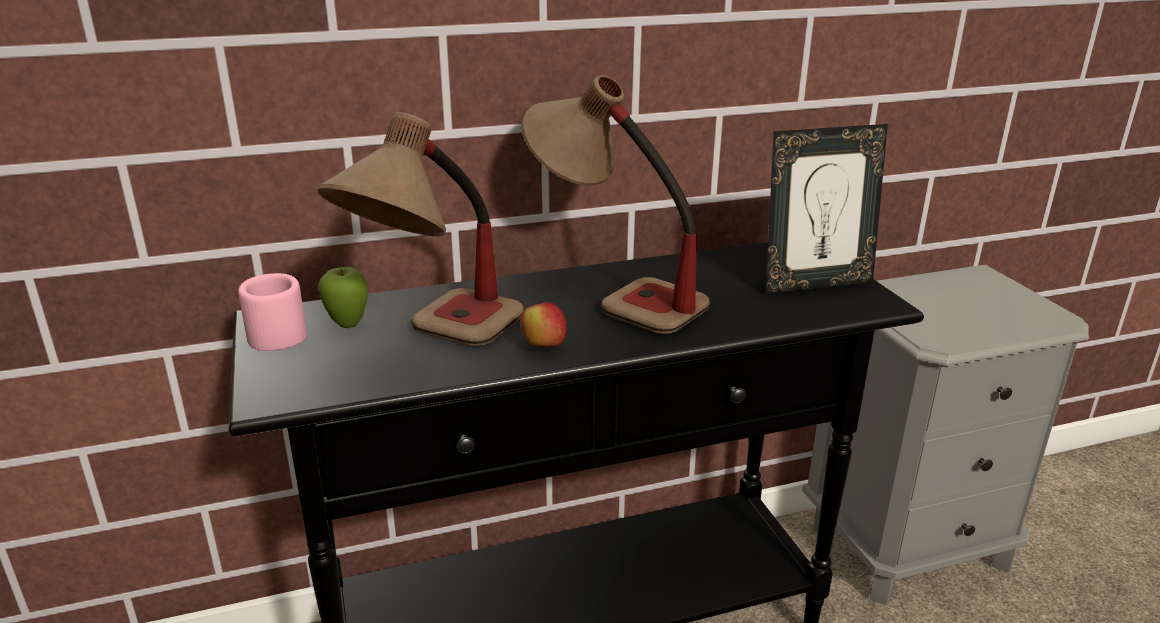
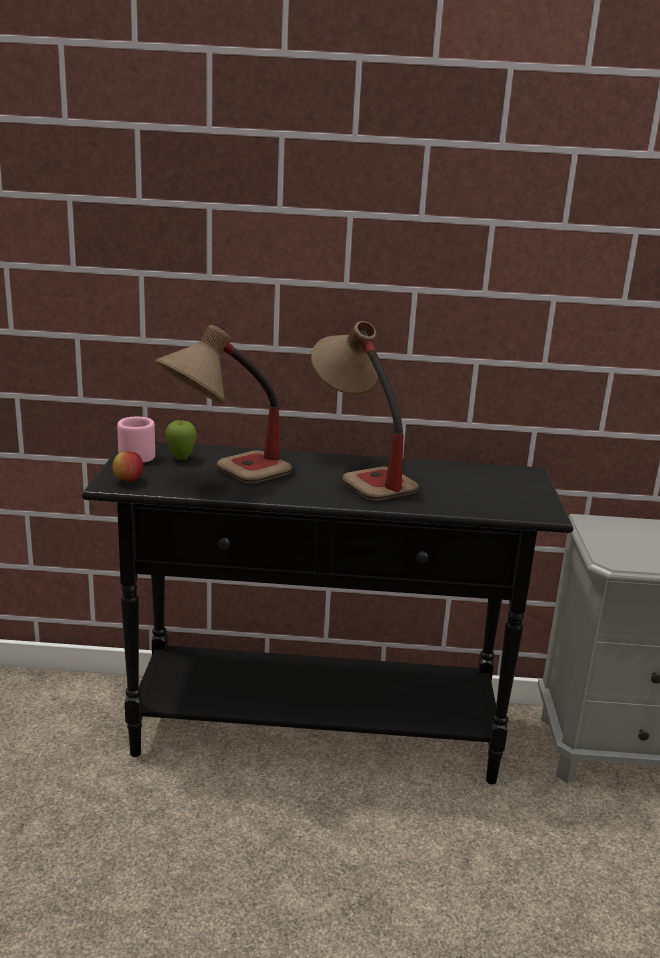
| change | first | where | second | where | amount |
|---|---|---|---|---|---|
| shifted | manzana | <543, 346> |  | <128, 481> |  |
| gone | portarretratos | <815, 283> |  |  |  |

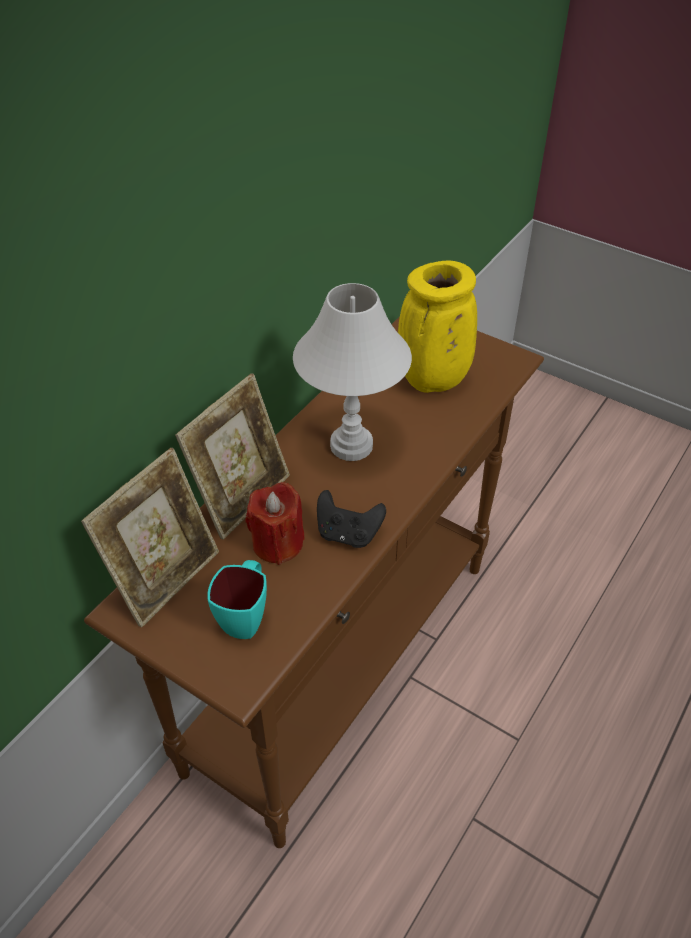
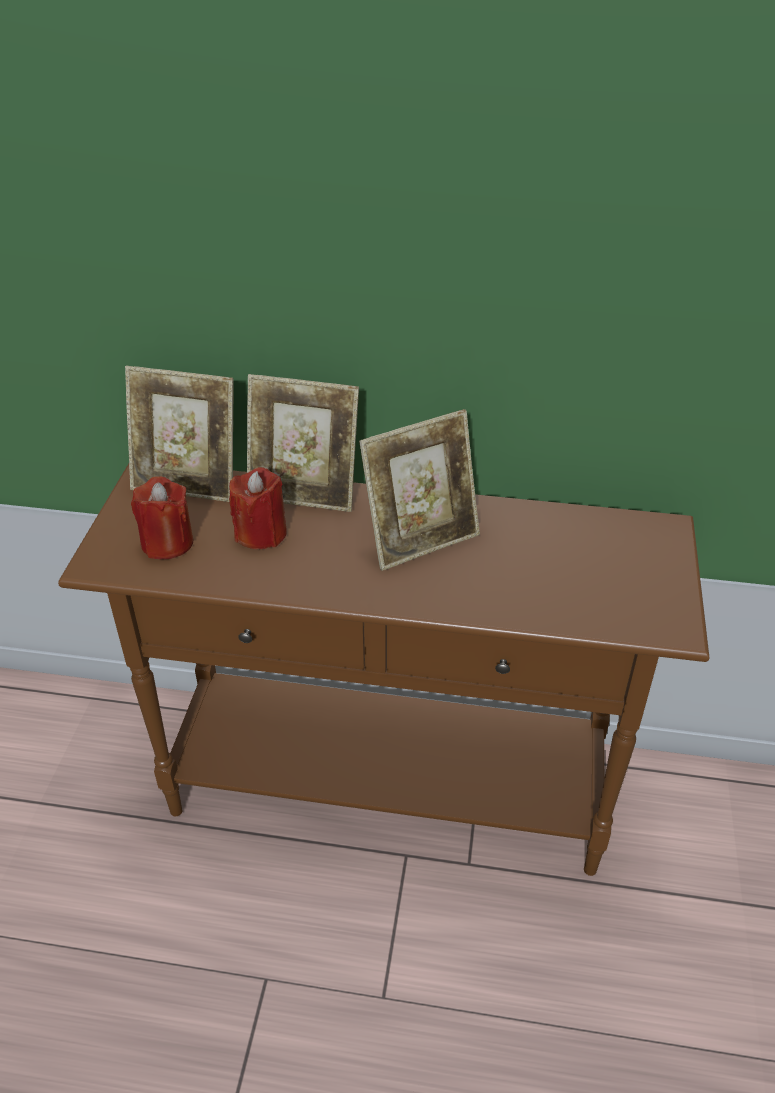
| change | first | where | second | where | amount |
|---|---|---|---|---|---|
| swapped | taza grande/turquesa | <246, 617> | vela/rojo | <167, 543> |  |
| swapped | lámpara de mesa/blanco | <352, 446> | portarretratos | <421, 540> |  |
| gone | mando de consola/negro | <348, 534> |  |  |  |
| gone | florero/amarillo | <432, 382> |  |  |  |

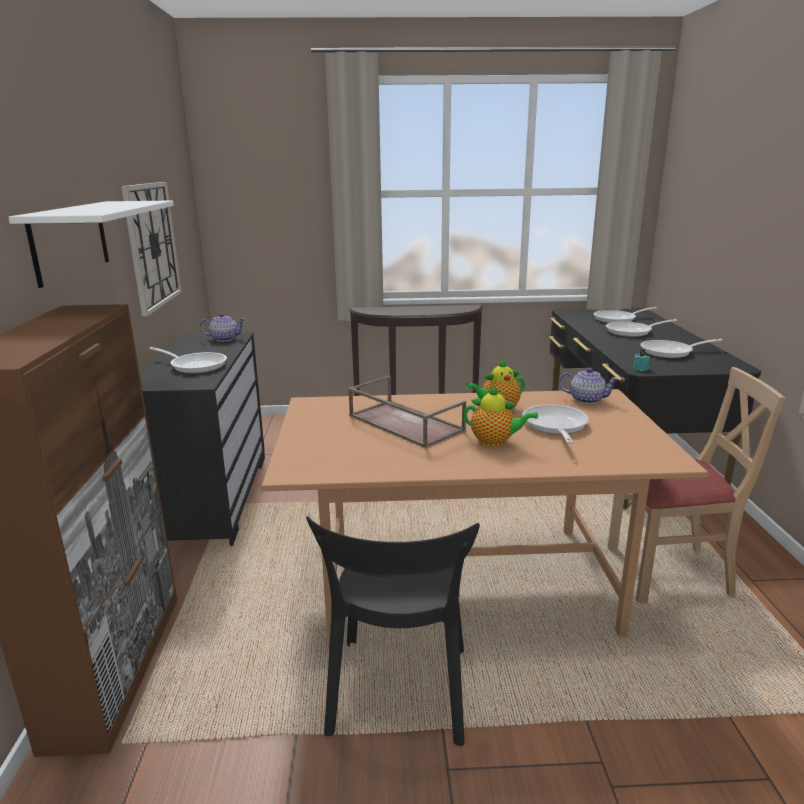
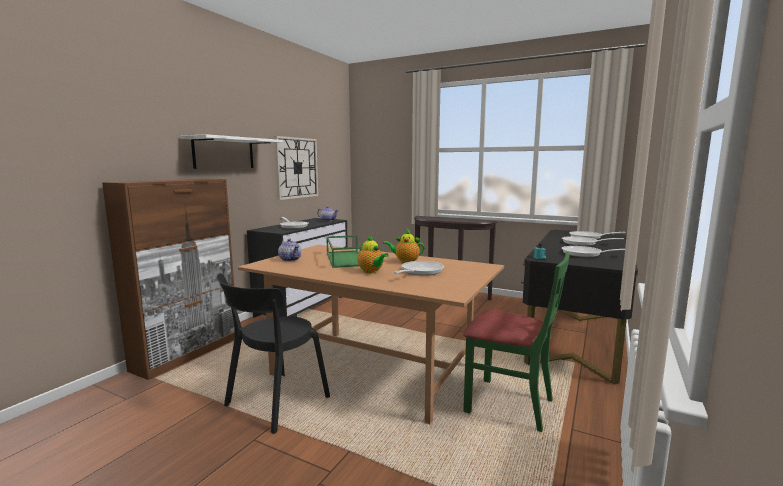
| change | first | where | second | where | amount |
|---|---|---|---|---|---|
| shifted | tetera | <586, 399> |  | <290, 259> |  |
| repainted | bandeja/marrón | <404, 423> | bandeja/verde | <345, 259> |  |
| repainted | silla/beis | <668, 573> | silla/verde | <509, 405> |  |

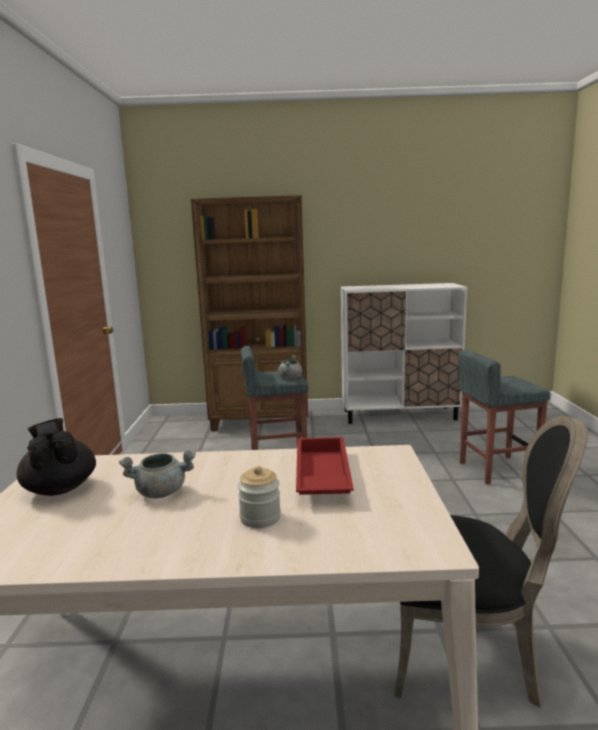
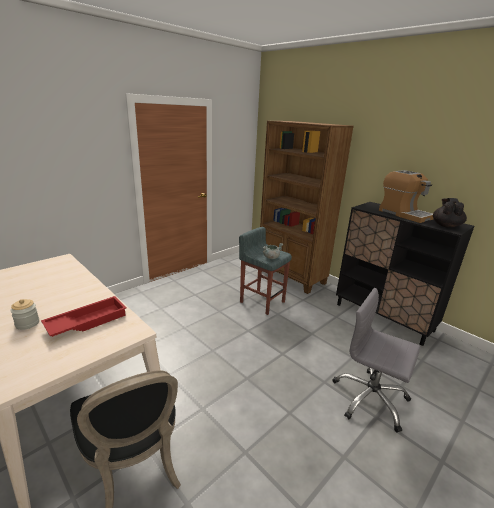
| change | first | where | second | where | amount |
|---|---|---|---|---|---|
| swapped | taburete/gris | <496, 470> | silla de oficina/gris | <370, 399> |  |
| repainted | armario/blanco | <399, 415> | armario/negro | <383, 317> |  |
| new |  |  | cafetera | <404, 214> |  |
| shifted | tetera/negro | <60, 488> |  | <446, 225> |  |
| gone | olla/gris | <161, 492> |  |  |  |

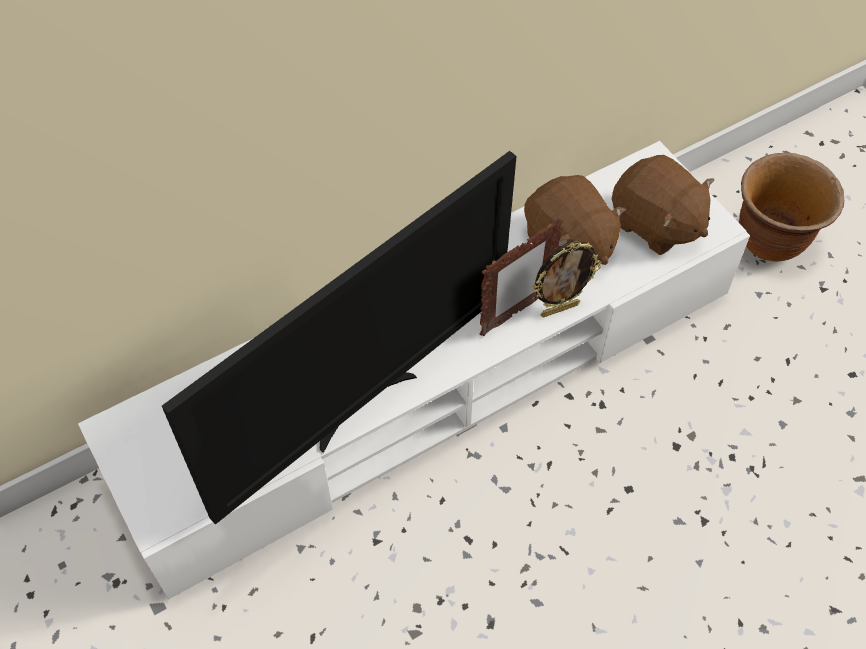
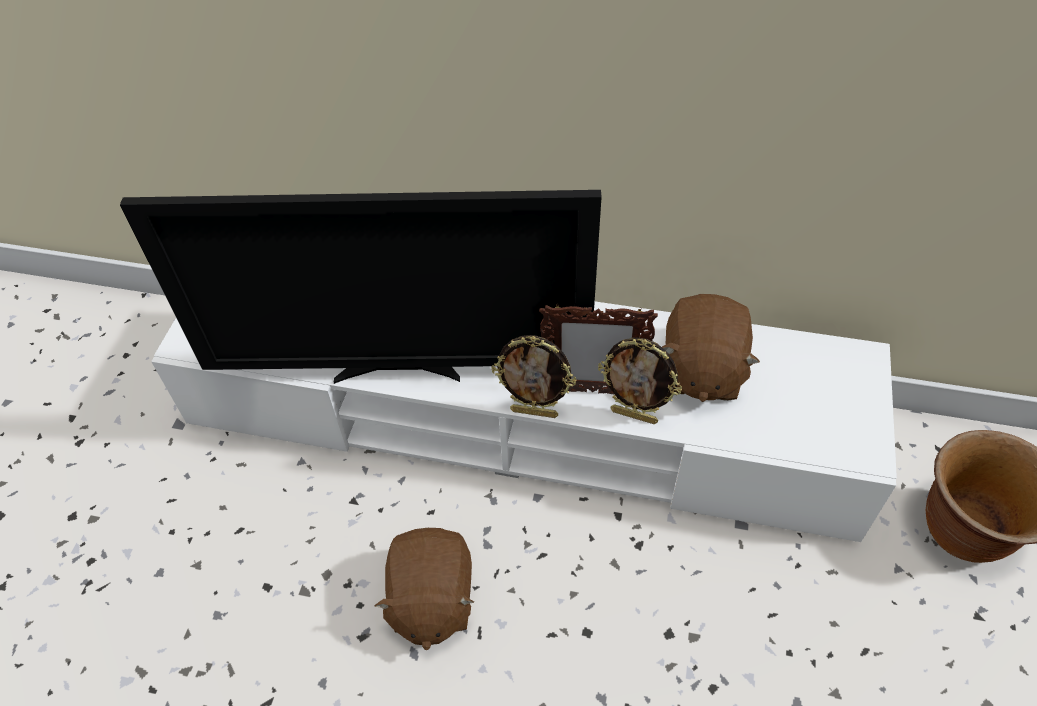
| change | first | where | second | where | amount |
|---|---|---|---|---|---|
| shifted | peluche/marrón | <655, 224> |  | <431, 600> |  |
| new |  |  | portarretratos | <534, 412> |  |

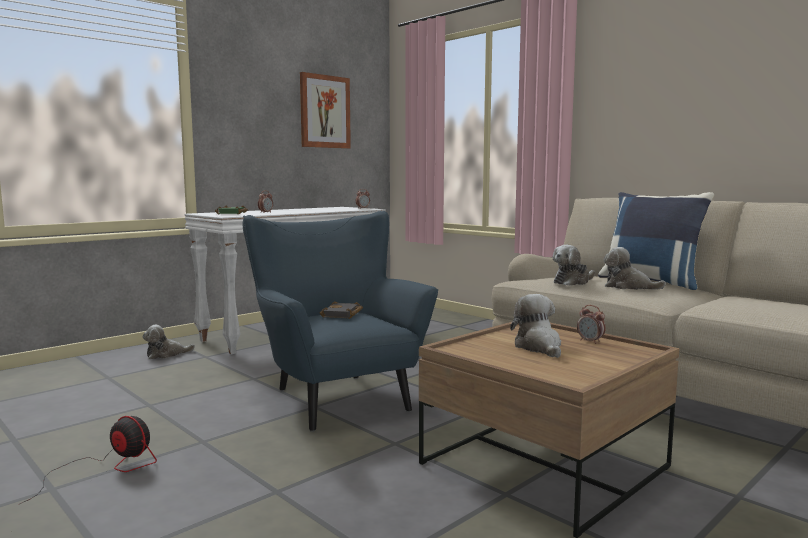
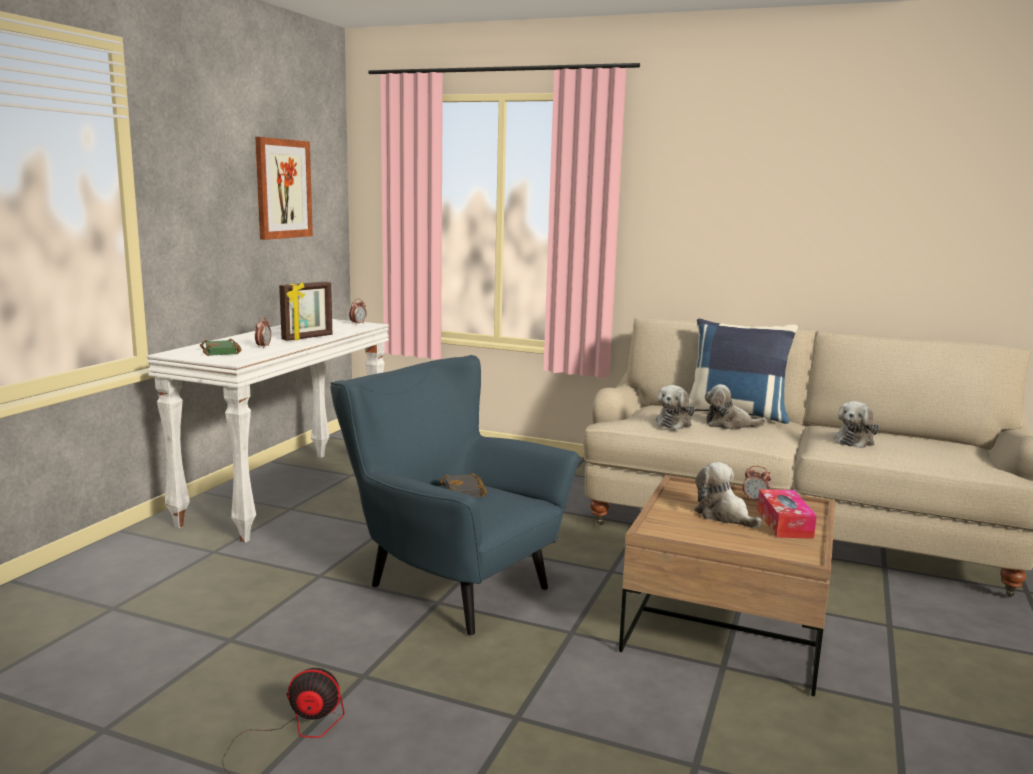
| change | first | where | second | where | amount |
|---|---|---|---|---|---|
| new |  |  | portarretratos | <308, 338> |  |
| new |  |  | caja de pañuelos | <784, 523> |  |
| shifted | peluche | <166, 354> |  | <855, 441> |  |

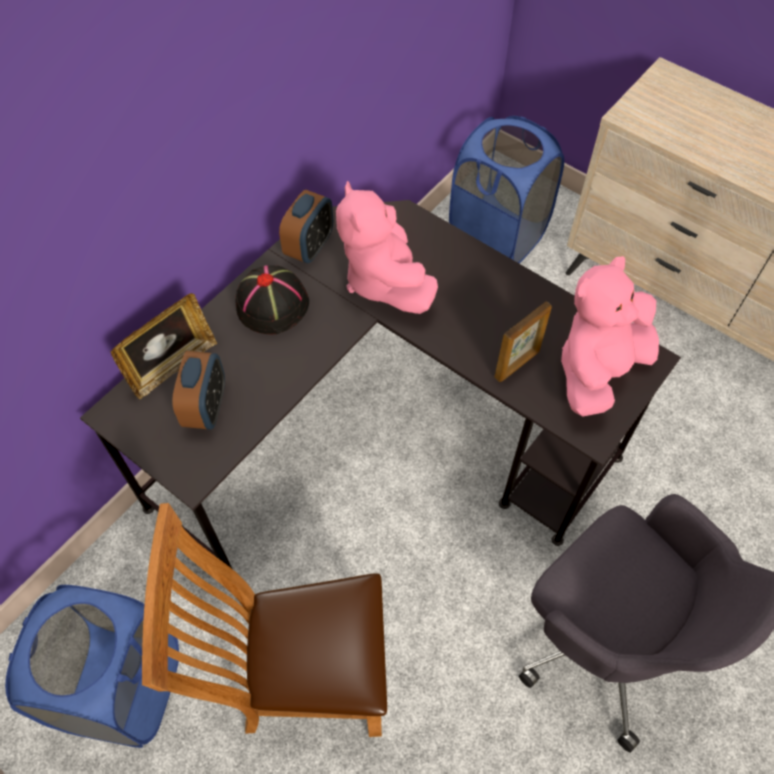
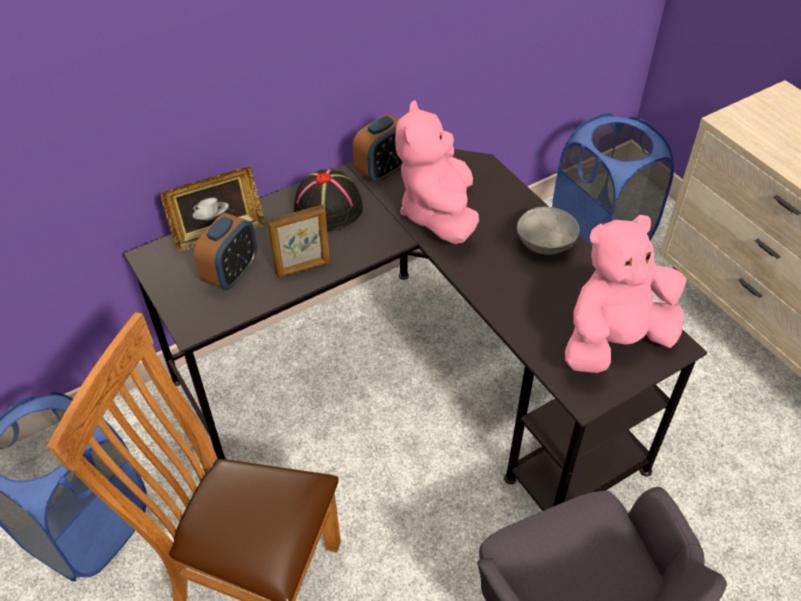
| change | first | where | second | where | amount |
|---|---|---|---|---|---|
| shifted | portarretratos | <517, 364> |  | <303, 268> |  |
| new |  |  | cuenco/gris | <546, 243> |  |

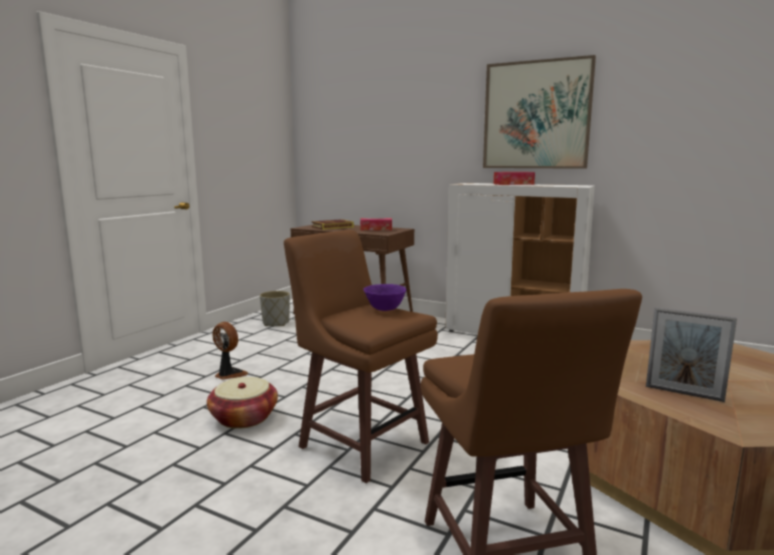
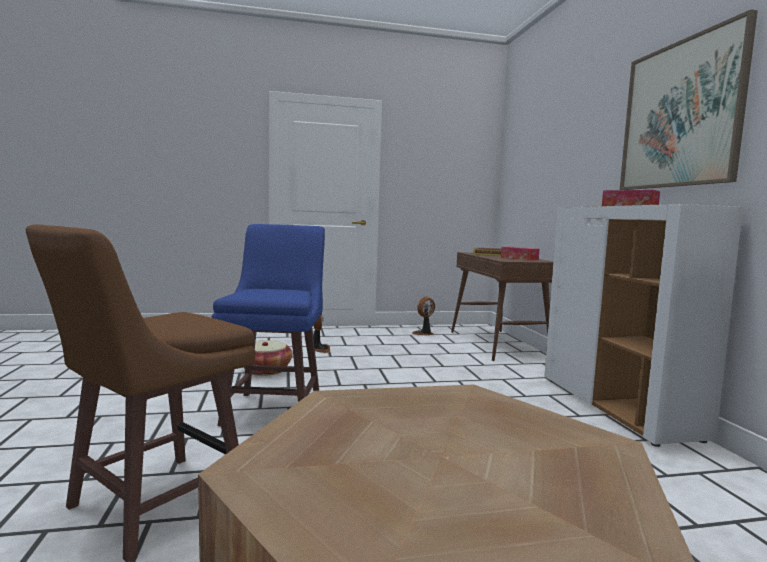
| change | first | where | second | where | amount |
|---|---|---|---|---|---|
| repainted | taburete/marrón | <362, 443> | taburete/azul | <275, 409> |  |
| swapped | maceta/gris | <276, 323> | ventilador | <424, 333> |  |
| gone | cuenco/morado | <384, 310> |  |  |  |
| gone | portarretratos | <684, 393> |  |  |  |

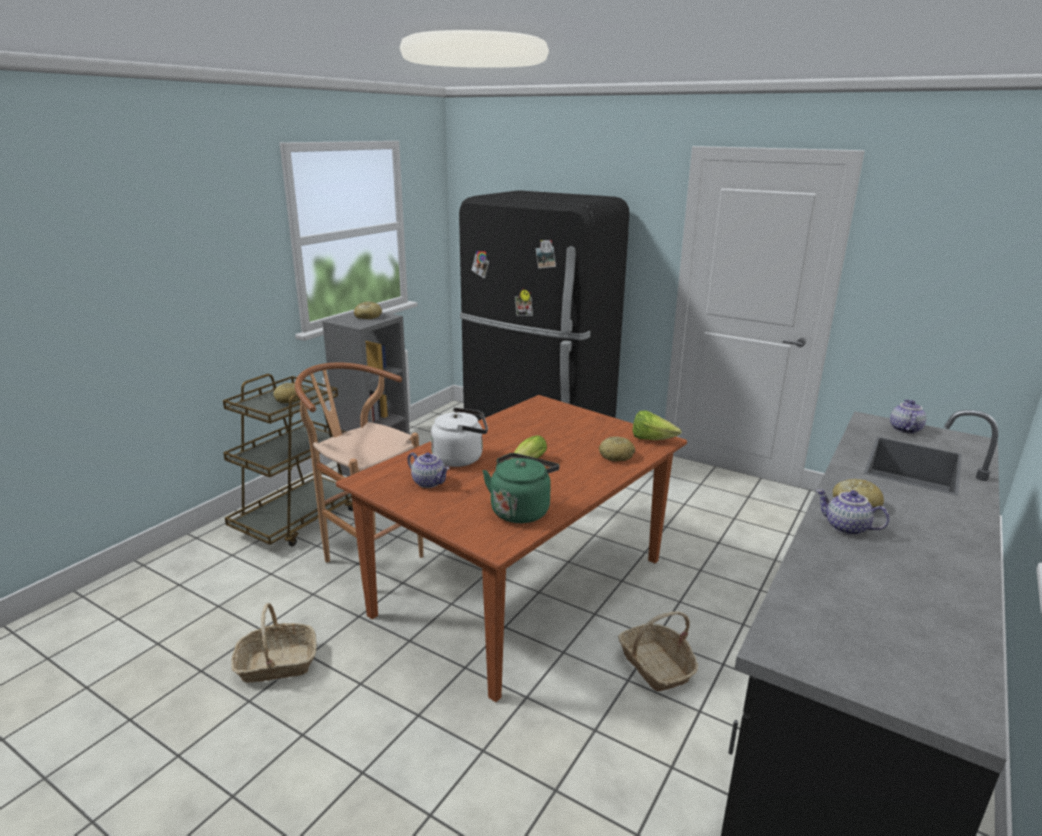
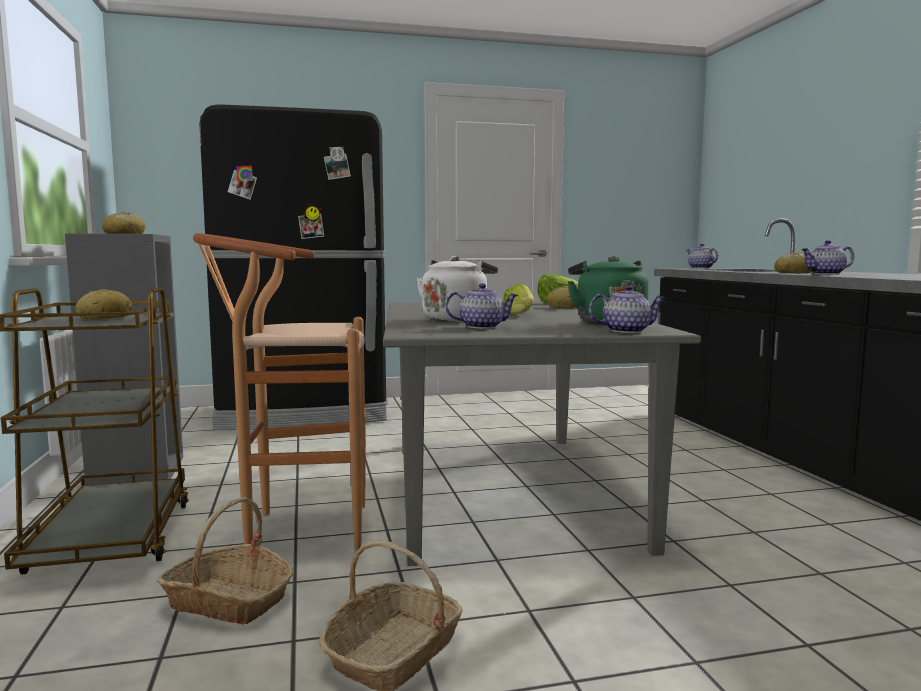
| change | first | where | second | where | amount |
|---|---|---|---|---|---|
| shifted | cesta | <656, 666> |  | <229, 601> |  |
| repainted | mesa de comedor/marrón | <521, 585> | mesa de comedor/gris | <504, 488> |  |
| new |  |  | tetera | <626, 331> |  |

